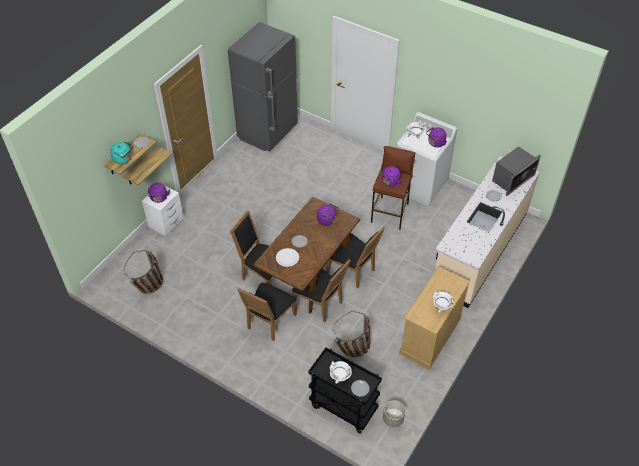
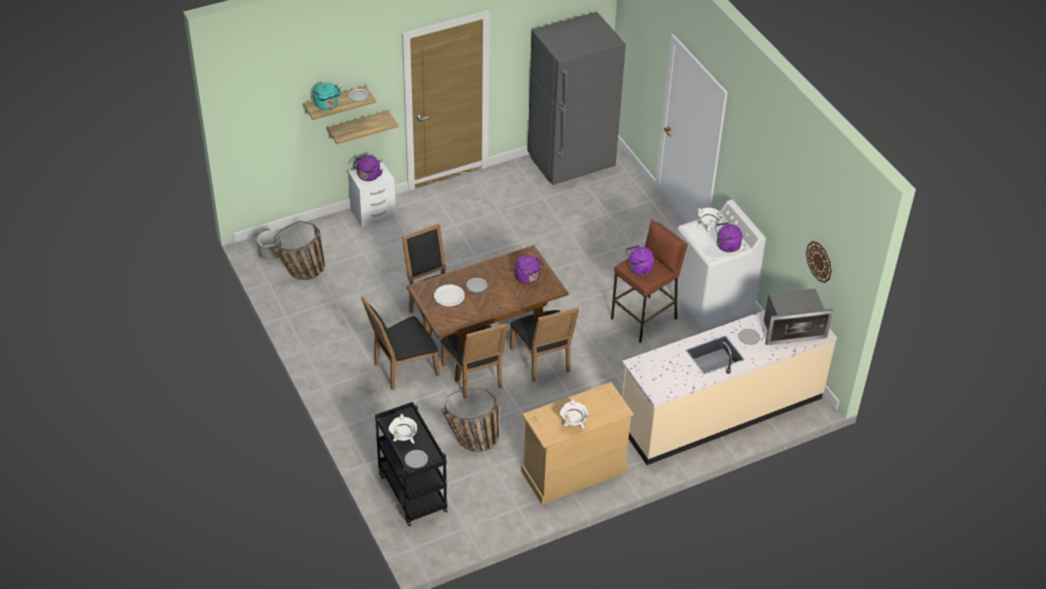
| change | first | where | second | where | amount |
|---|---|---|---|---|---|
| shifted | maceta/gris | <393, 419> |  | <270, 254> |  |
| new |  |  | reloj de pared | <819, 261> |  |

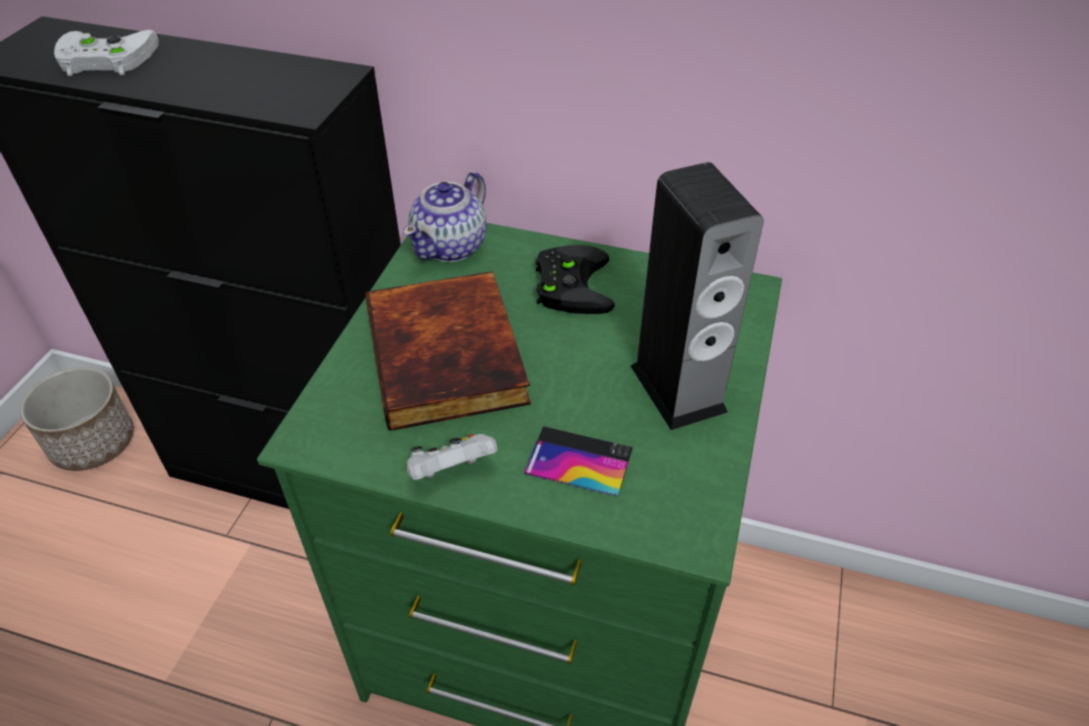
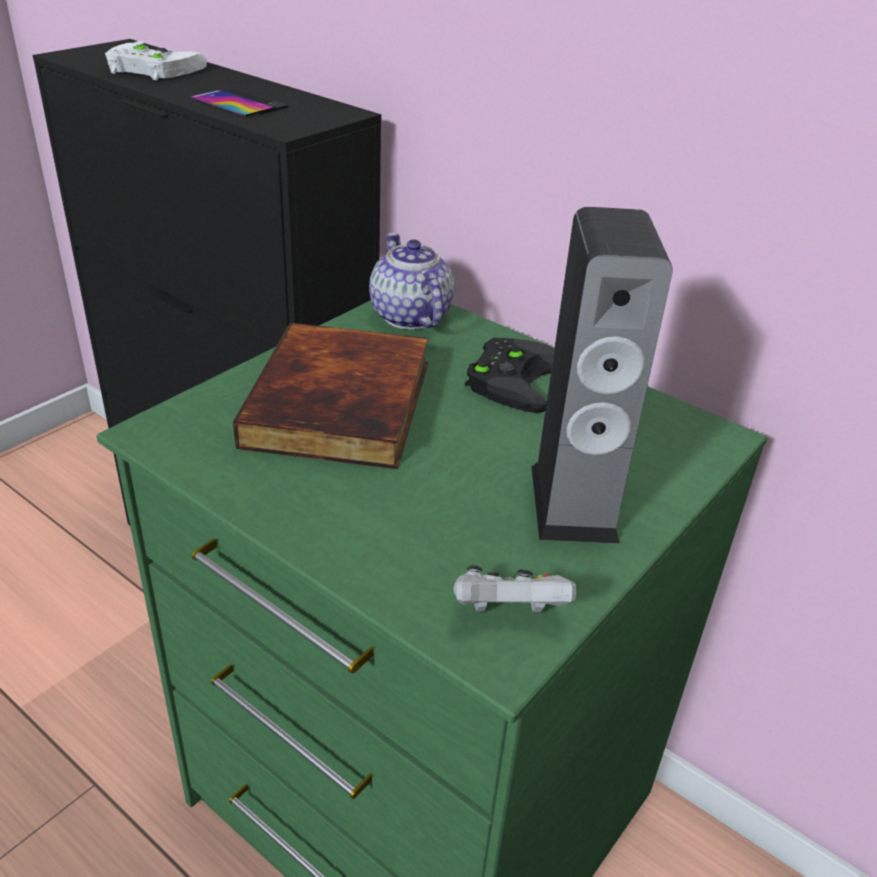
| change | first | where | second | where | amount |
|---|---|---|---|---|---|
| shifted | móvil | <579, 461> |  | <239, 103> |  |
| rotated | tetera | <451, 246> |  | <410, 317> | 105 degrees clockwise |
| shifted | mando de consola/blanco | <451, 471> |  | <508, 613> |  |
| gone | maceta | <94, 442> |  |  |  |

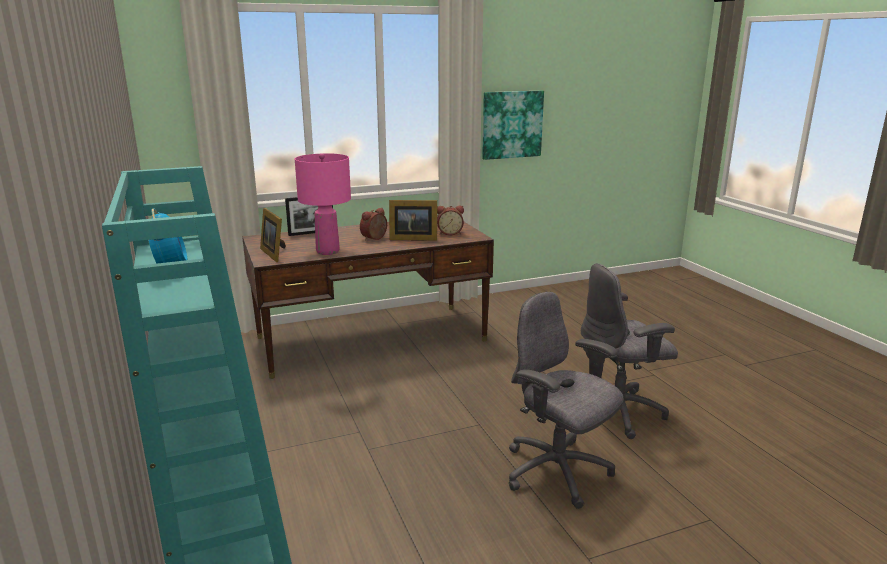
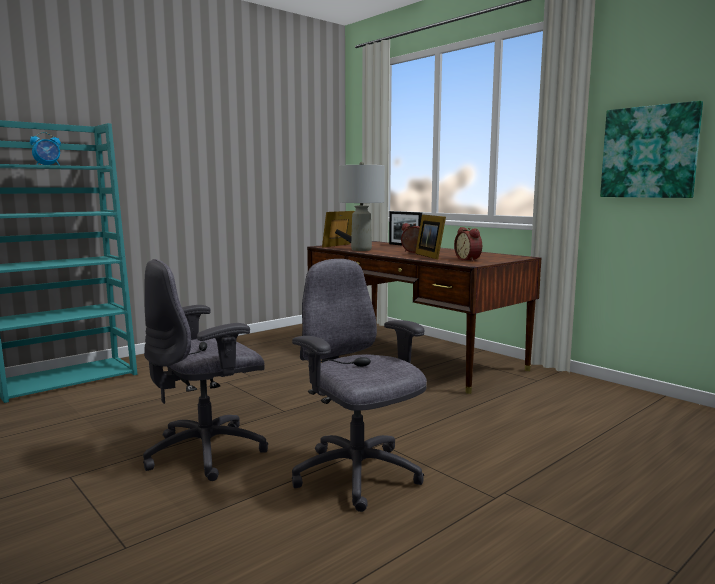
| change | first | where | second | where | amount |
|---|---|---|---|---|---|
| rotated | silla de oficina/gris | <557, 473> |  | <208, 452> | 150 degrees counterclockwise |
| repainted | lámpara de mesa/rosa | <328, 251> | lámpara de mesa/gris | <361, 250> |  |

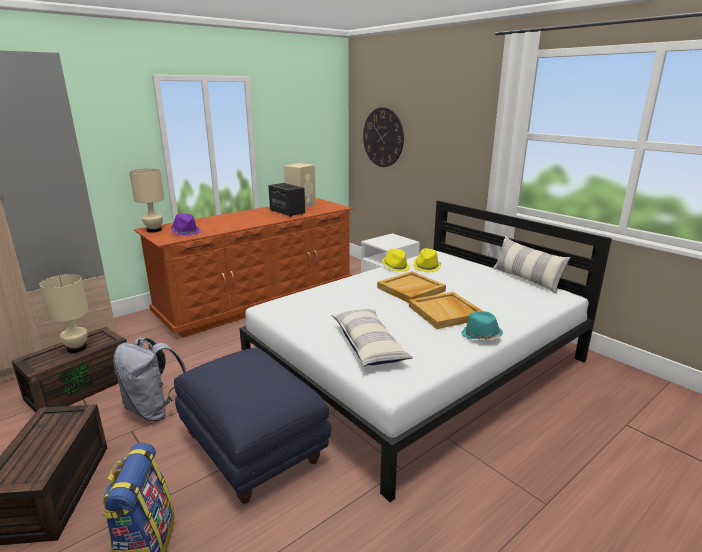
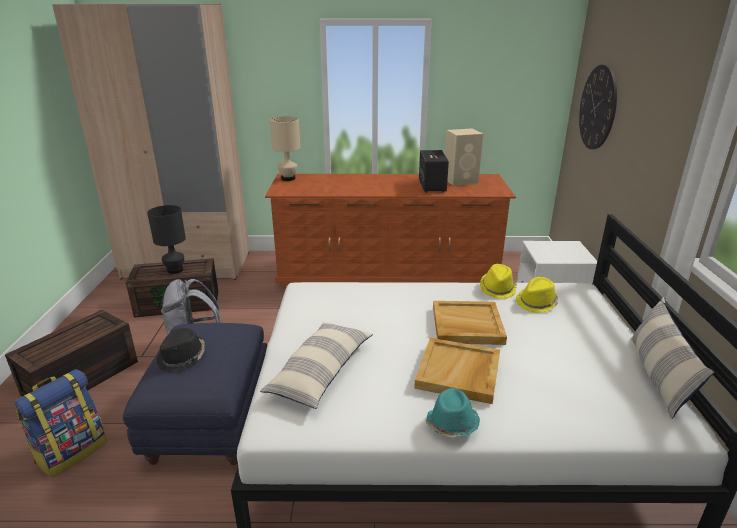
| change | first | where | second | where | amount |
|---|---|---|---|---|---|
| repainted | lámpara de mesa/beis | <77, 348> | lámpara de mesa/negro | <175, 270> |  |
| new |  |  | sombrero/negro | <182, 358> |  |
| gone | sombrero/morado | <186, 232> |  |  |  |

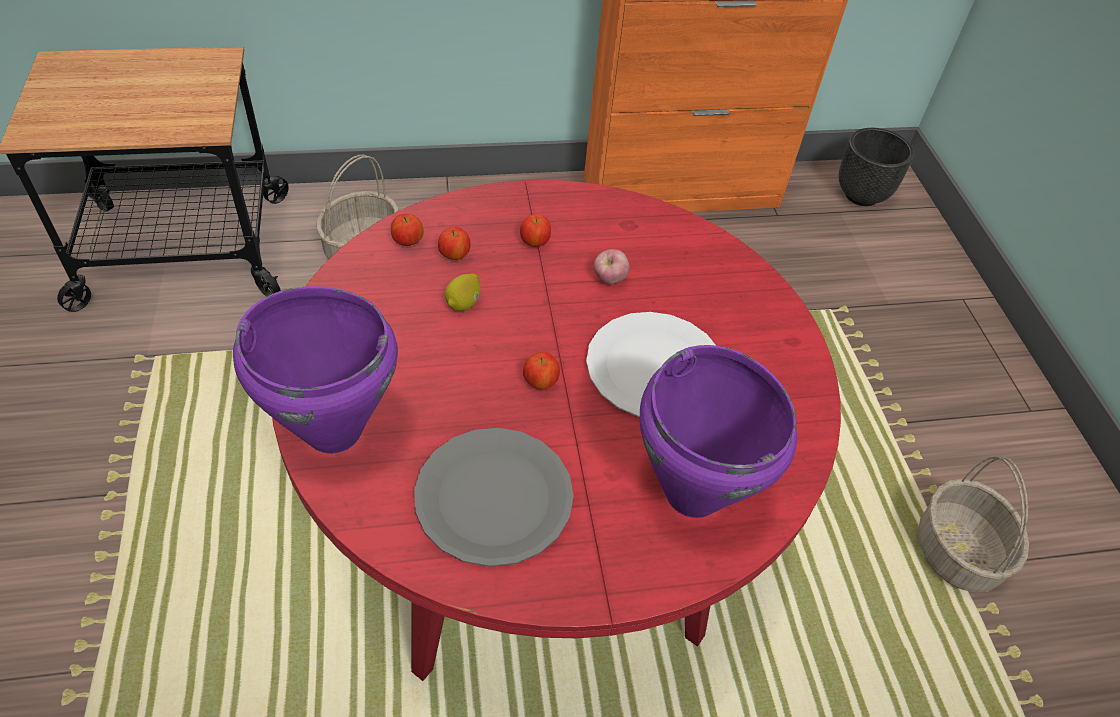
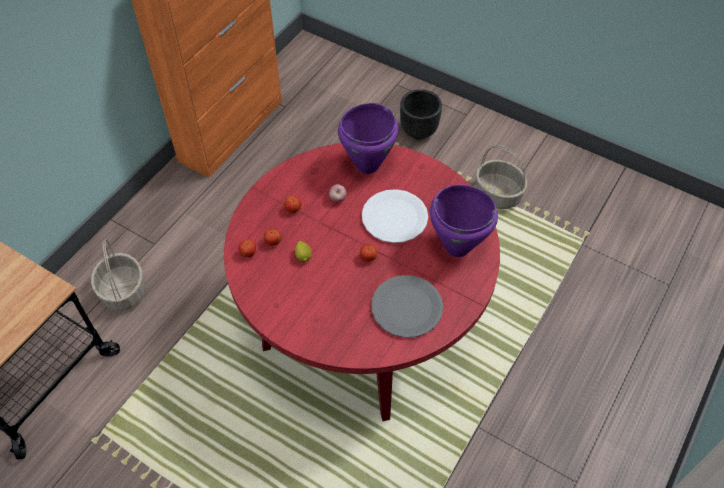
| change | first | where | second | where | amount |
|---|---|---|---|---|---|
| shifted | olla/morado | <333, 430> |  | <367, 165> |  |
| shifted | maceta/negro | <862, 195> |  | <419, 131> |  |

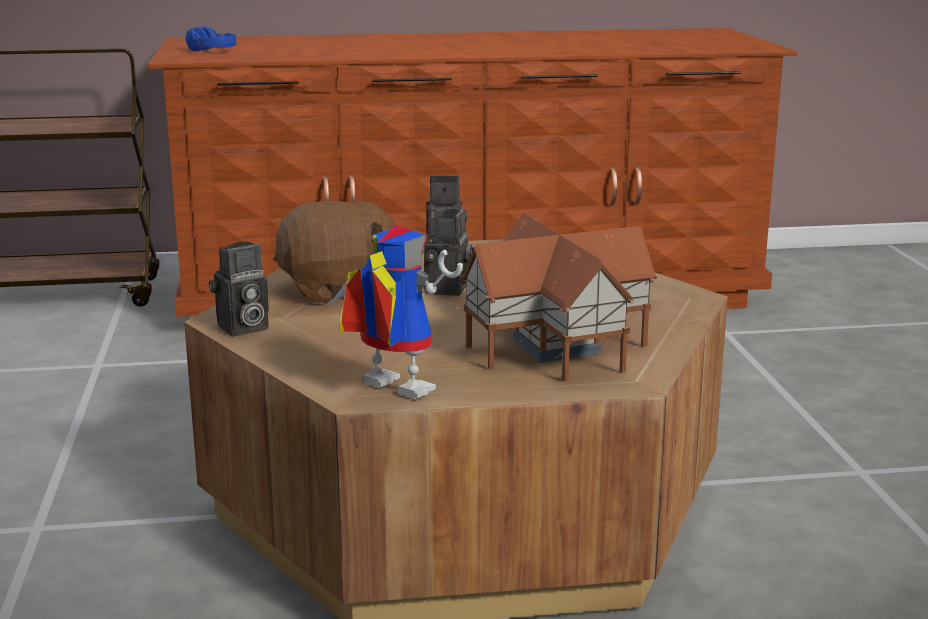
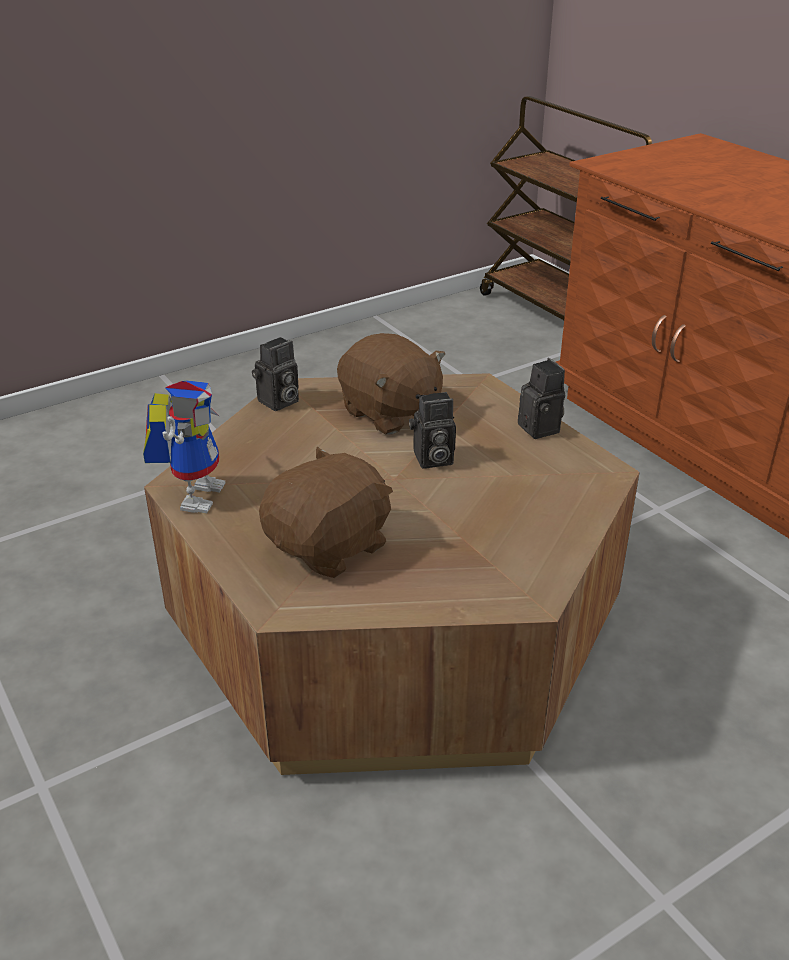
| change | first | where | second | where | amount |
|---|---|---|---|---|---|
| rotated | cámara | <242, 328> |  | <278, 402> | 75 degrees counterclockwise |
| swapped | casita | <555, 347> | peluche/marrón | <330, 547> |  |
| gone | auriculares/azul | <205, 51> |  |  |  |

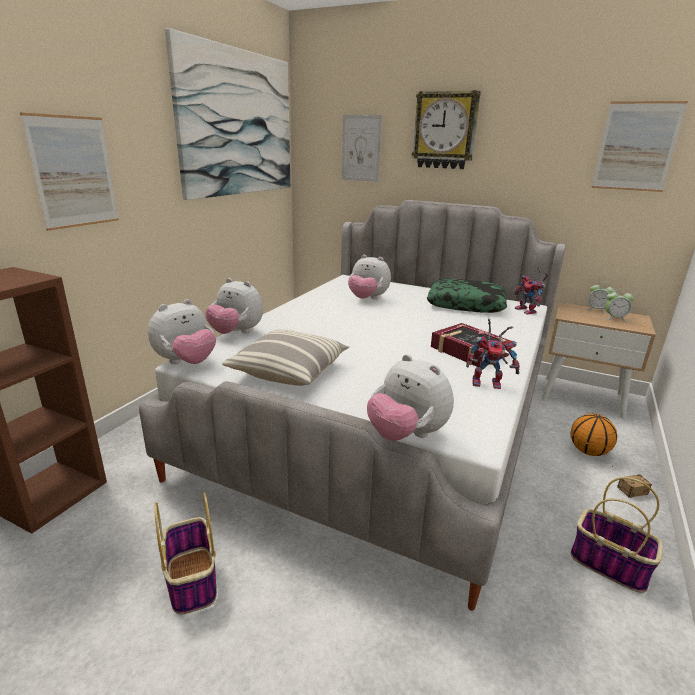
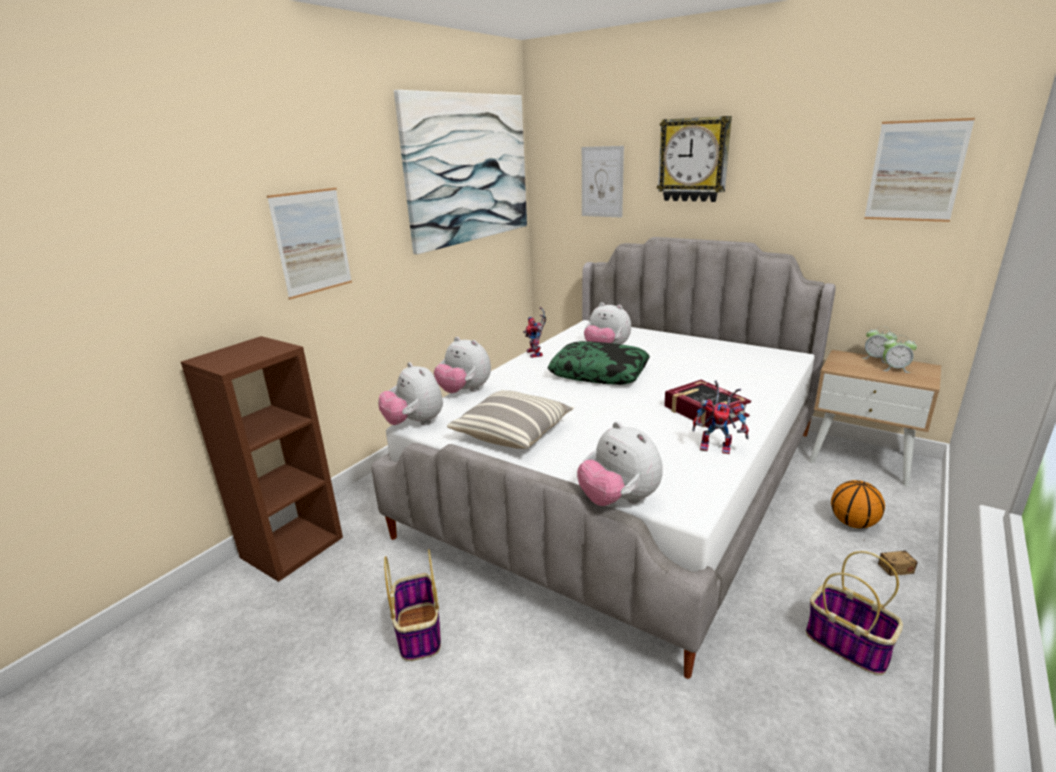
| change | first | where | second | where | amount |
|---|---|---|---|---|---|
| rotated | peluche | <186, 362> |  | <414, 423> | 90 degrees clockwise |
| shifted | robot de juguete | <528, 311> |  | <536, 354> |  |
| shifted | cojín | <465, 304> |  | <599, 372> |  |

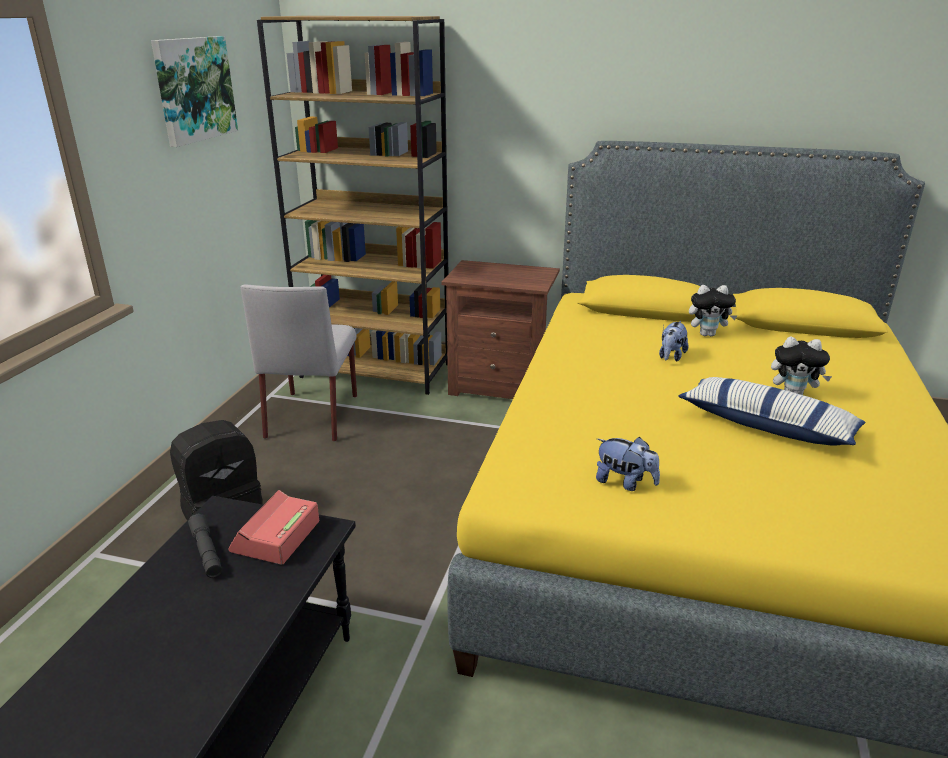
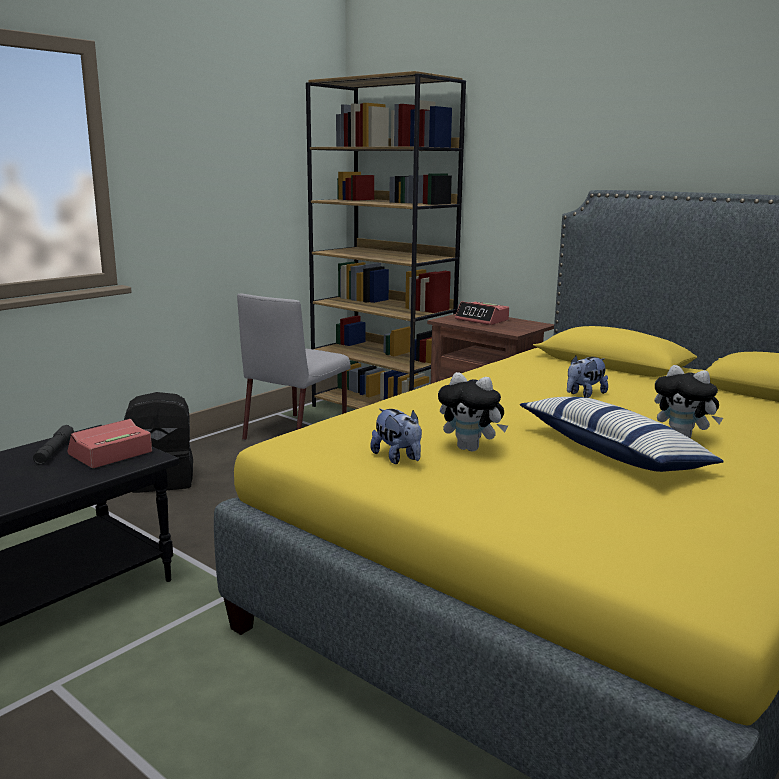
| change | first | where | second | where | amount |
|---|---|---|---|---|---|
| shifted | peluche | <707, 334> |  | <471, 448> |  |
| new |  |  | despertador | <482, 320> |  |
| gone | cuadro | <194, 89> |  |  |  |

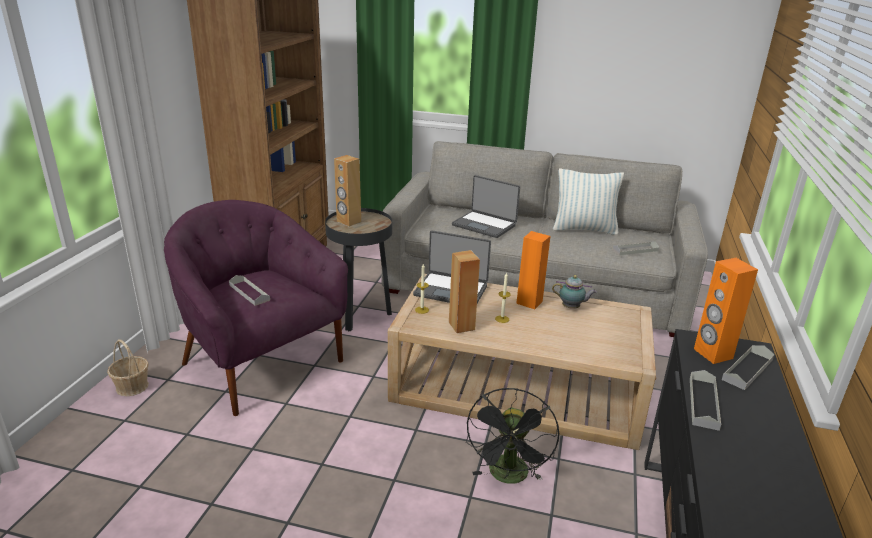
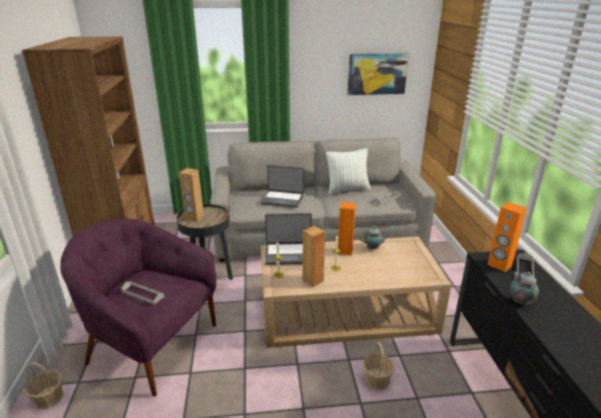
| change | first | where | second | where | amount |
|---|---|---|---|---|---|
| new |  |  | cuadro | <377, 74> |  |
| swapped | ventilador/negro | <509, 477> | cesta | <377, 379> |  |
| swapped | bandeja/gris | <703, 403> | tetera | <519, 301> |  |

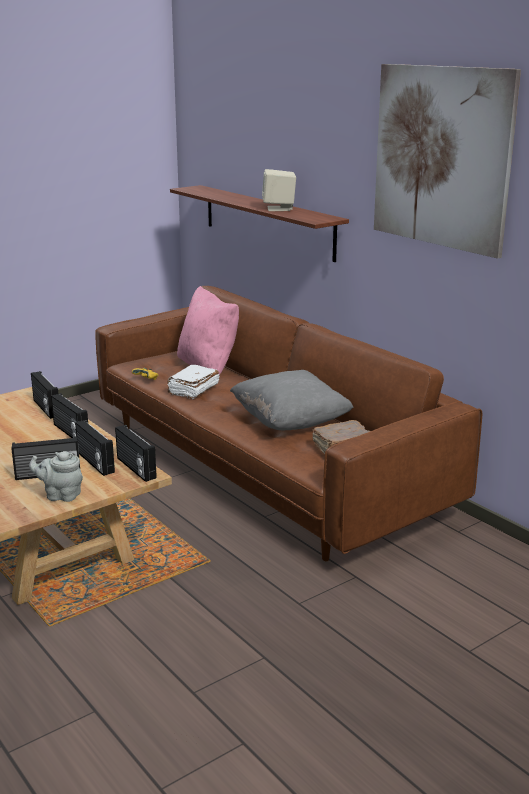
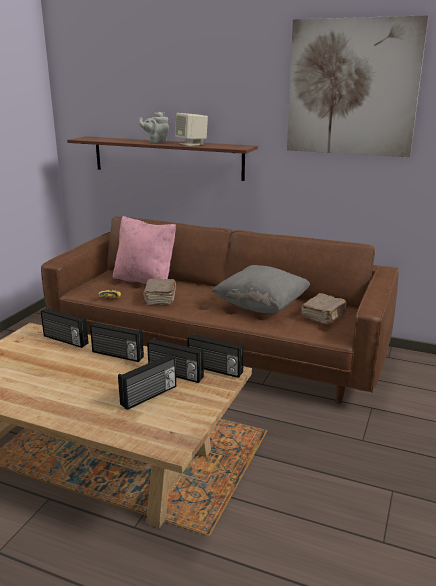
| change | first | where | second | where | amount |
|---|---|---|---|---|---|
| shifted | tetera/gris | <60, 495> |  | <156, 142> |  |
| repainted | libro/blanco | <193, 390> | libro/marrón | <159, 299> |  |

